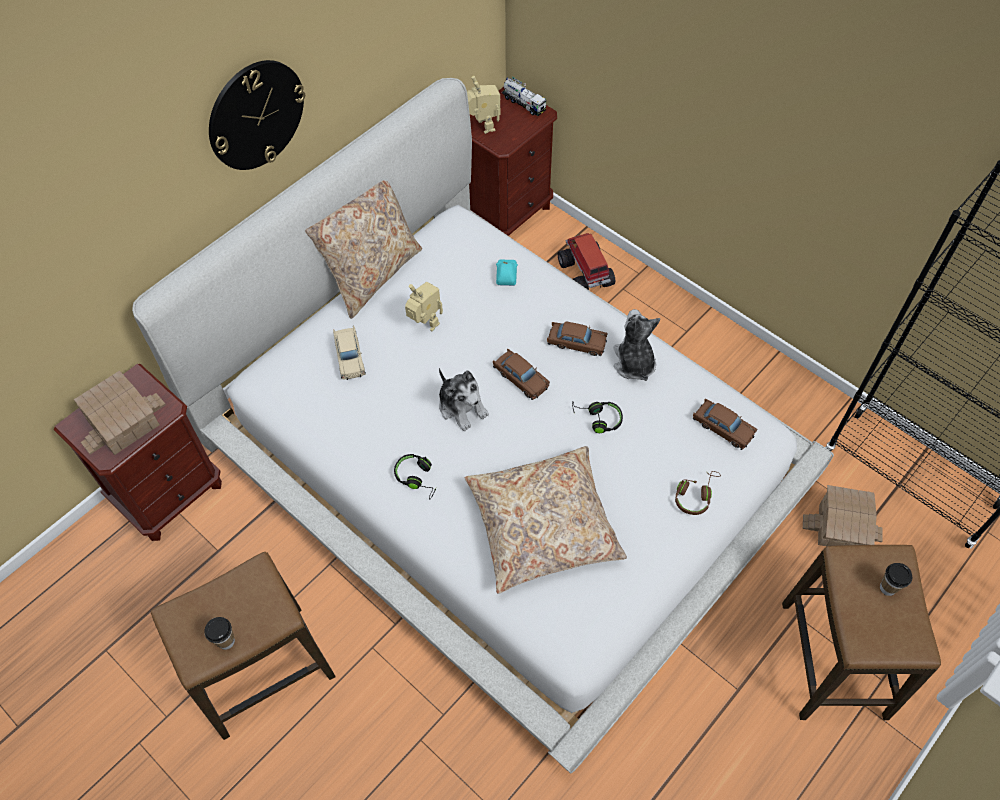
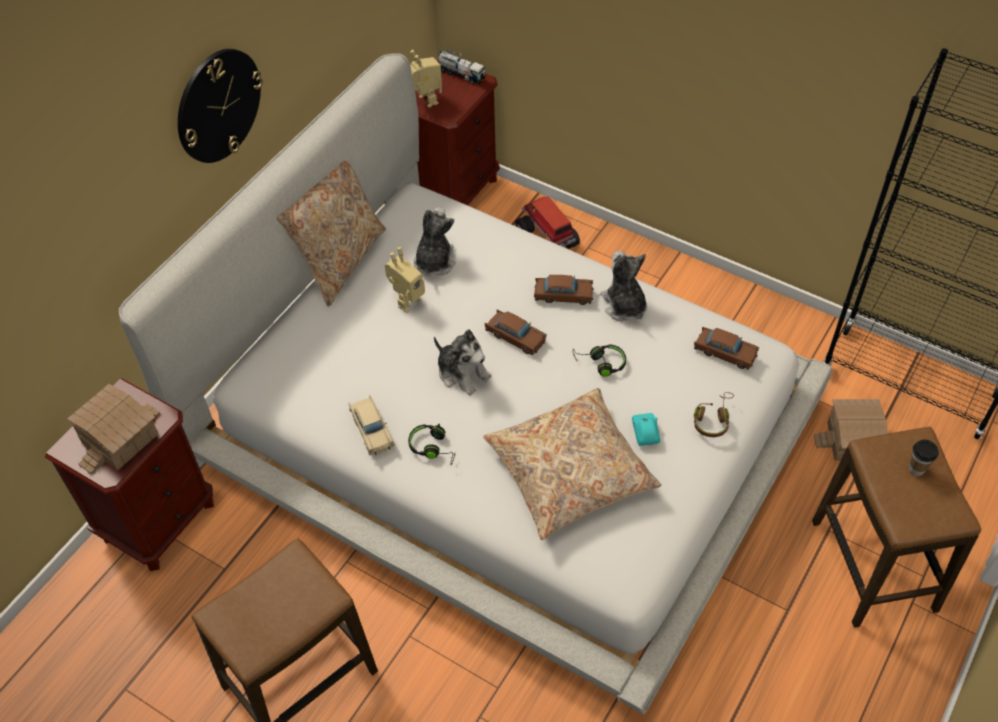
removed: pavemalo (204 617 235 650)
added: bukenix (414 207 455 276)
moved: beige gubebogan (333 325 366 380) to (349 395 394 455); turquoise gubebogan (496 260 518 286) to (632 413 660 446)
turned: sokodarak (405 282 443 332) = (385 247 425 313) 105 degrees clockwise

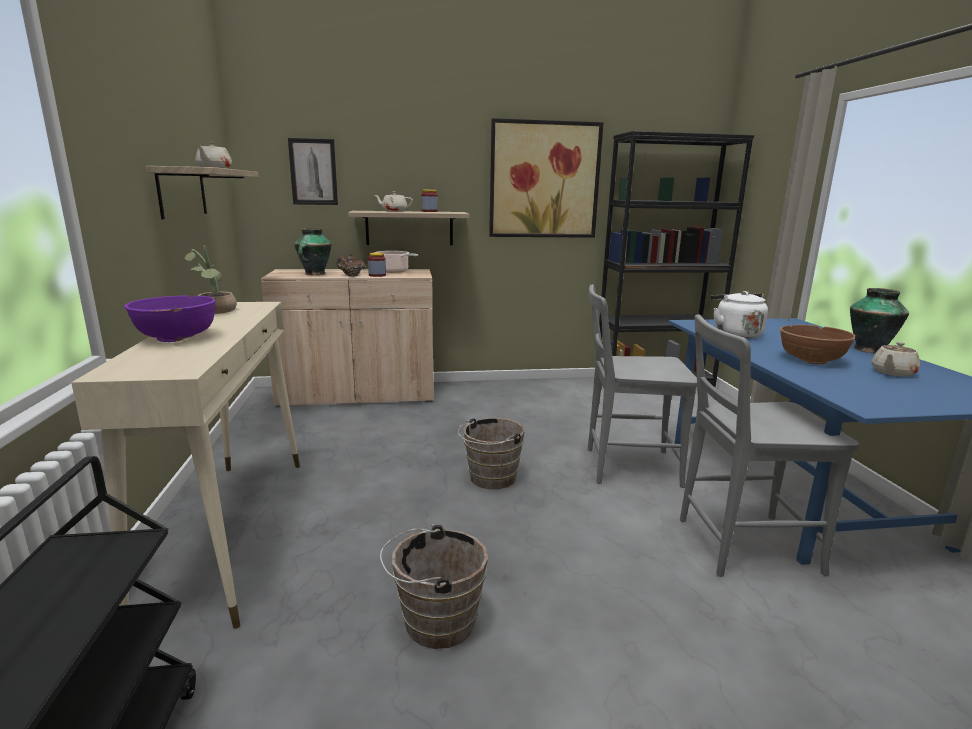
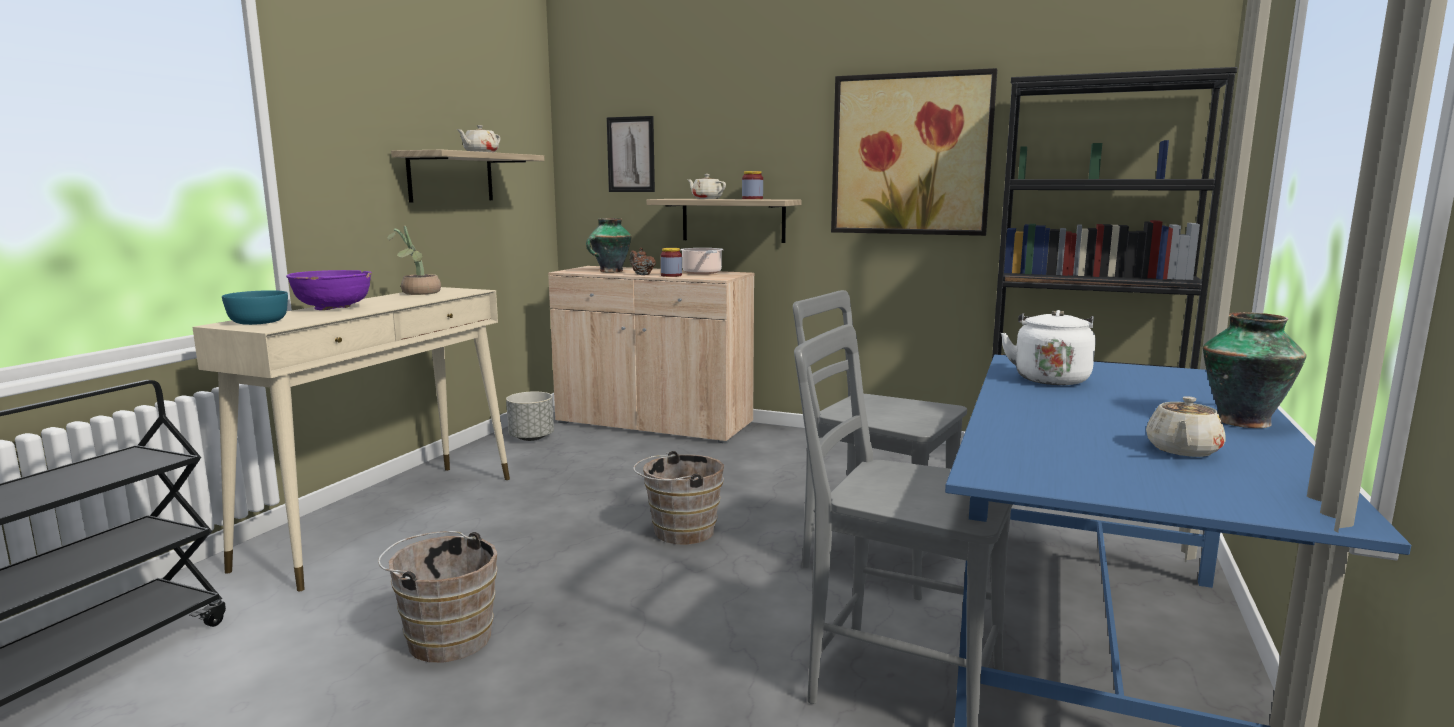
removed: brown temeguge (780 325 855 364)
added: turquoise temeguge (222 290 288 325); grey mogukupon (506 392 554 441)
turned: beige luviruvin (871 342 920 377) = (1146 396 1226 457) 45 degrees counterclockwise

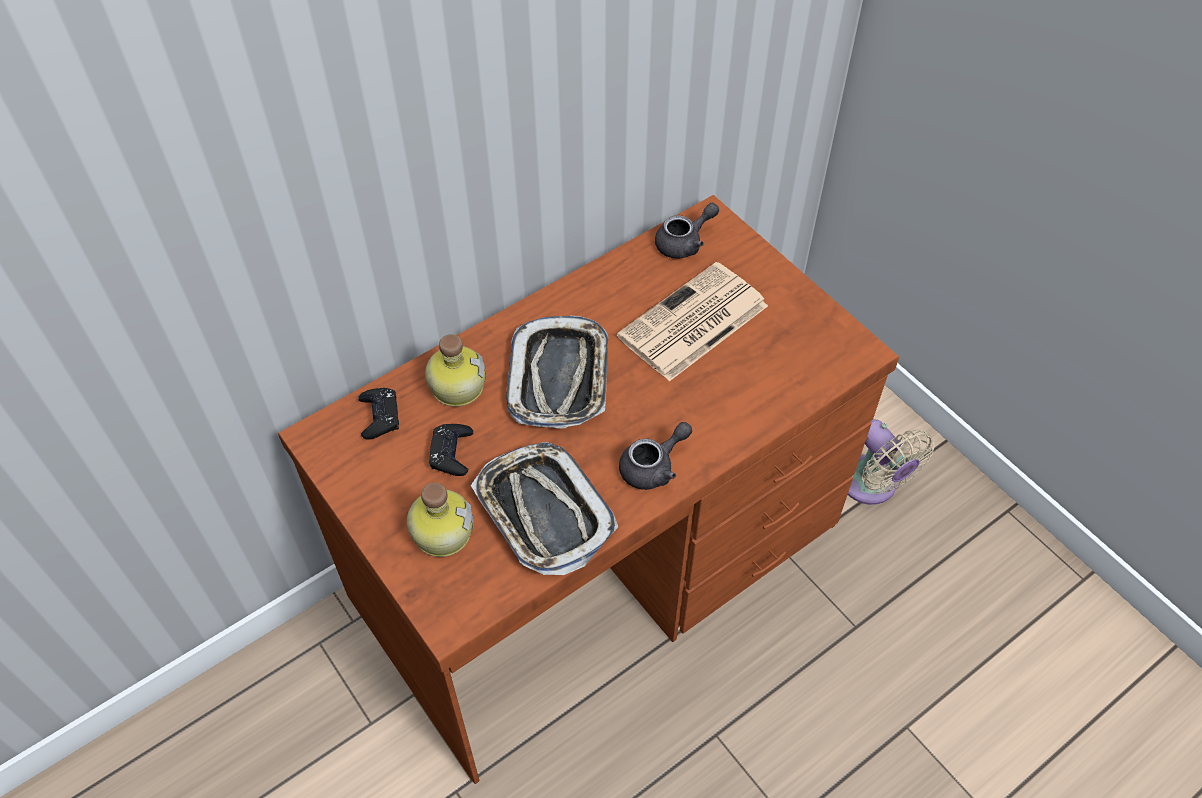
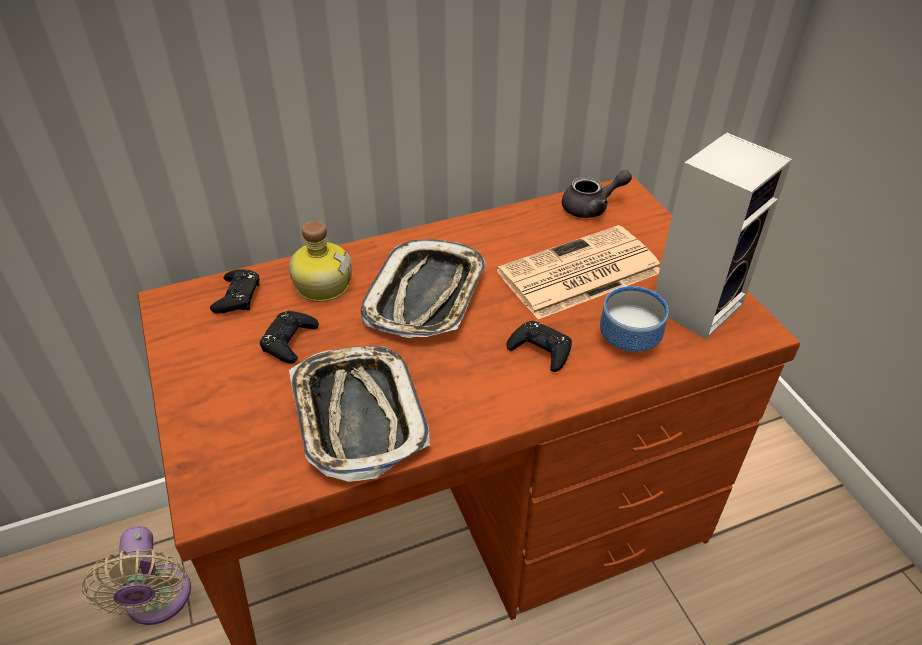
removed: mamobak (407 483 474 557); grey luviruvin (619 422 692 490)
added: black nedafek (506 321 572 372); temeguge (600 286 668 352); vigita (655 133 792 339)
moved: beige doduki (848 419 934 505) to (82 526 191 625)

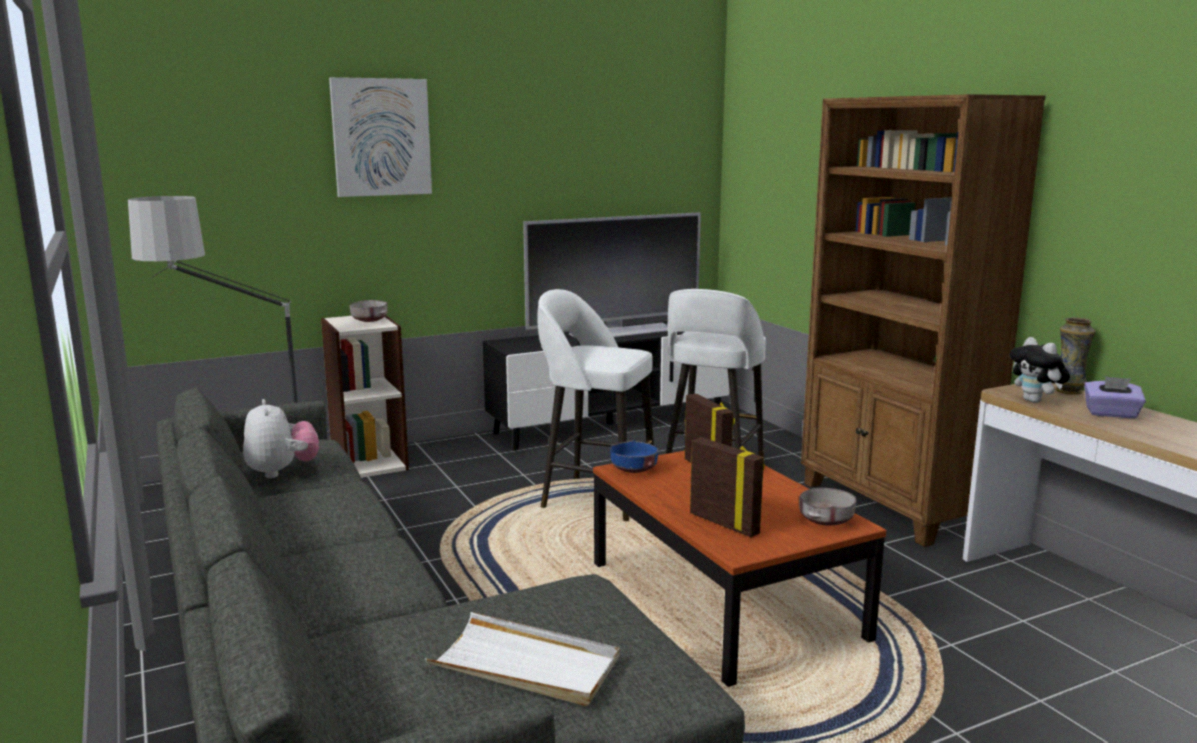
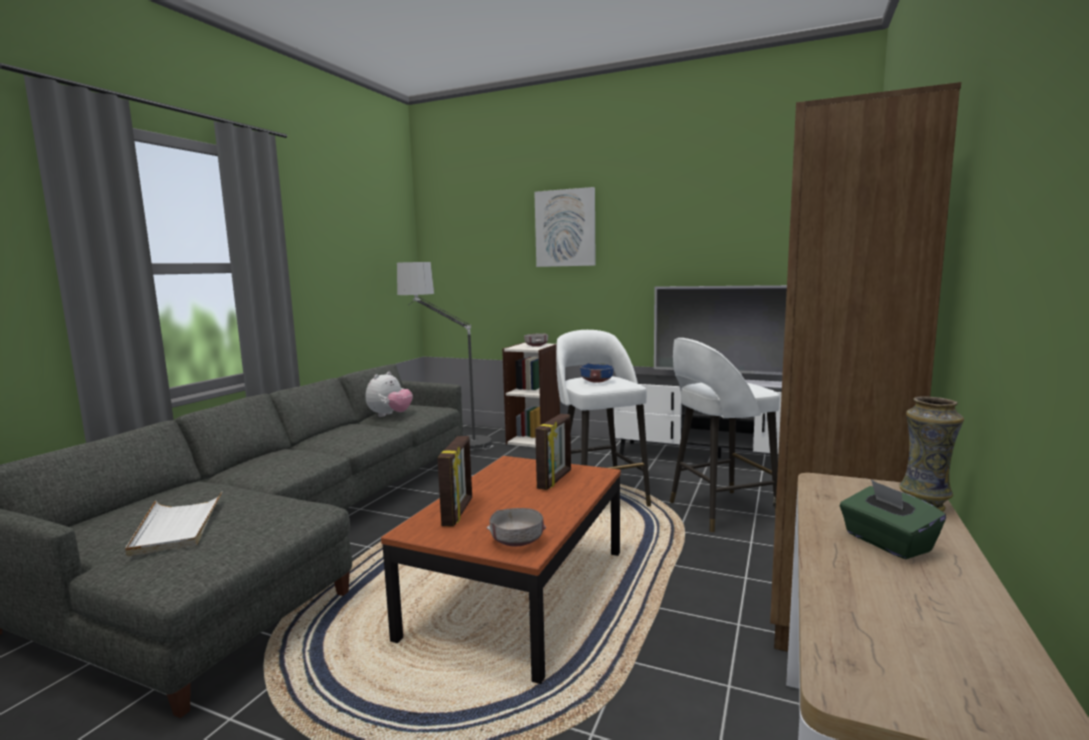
removed: bukenix (1010 337 1070 403)
moved: blue temeguge (610 440 658 473) to (580 363 614 383)
recoloured: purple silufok (1084 376 1146 418) to green silufok (840 480 946 559)

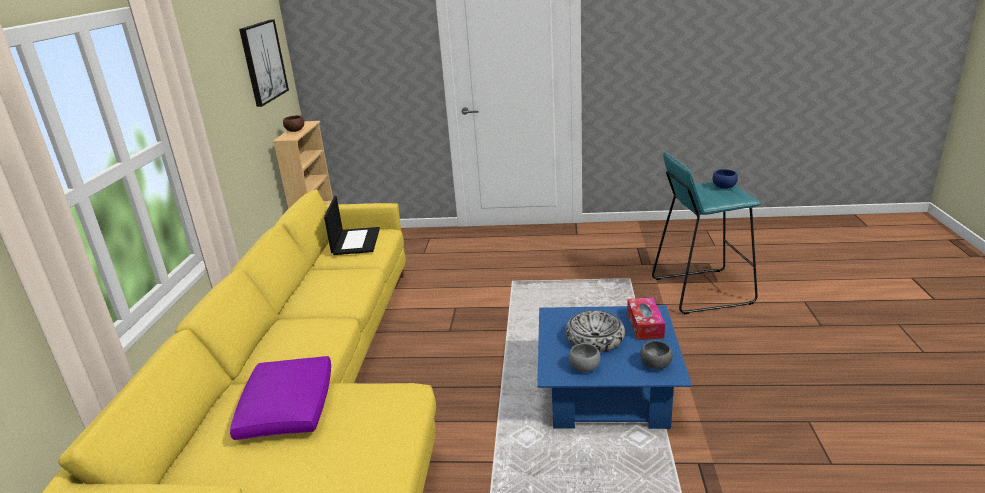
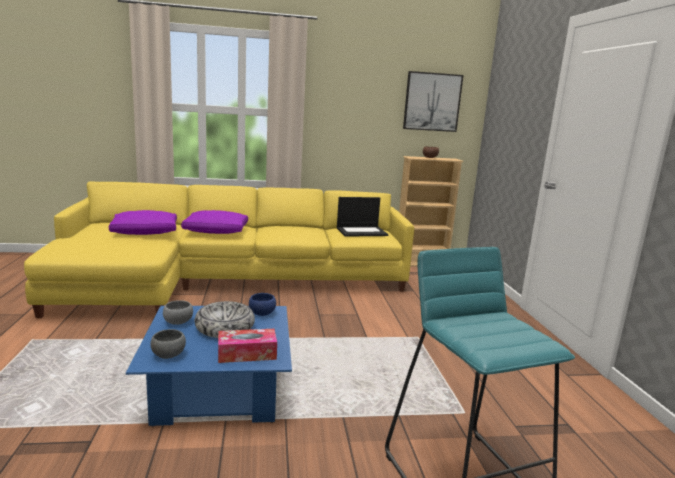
added: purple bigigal (181 210 248 234)
moved: blue temeguge (713 169 738 189) to (249 293 276 316)

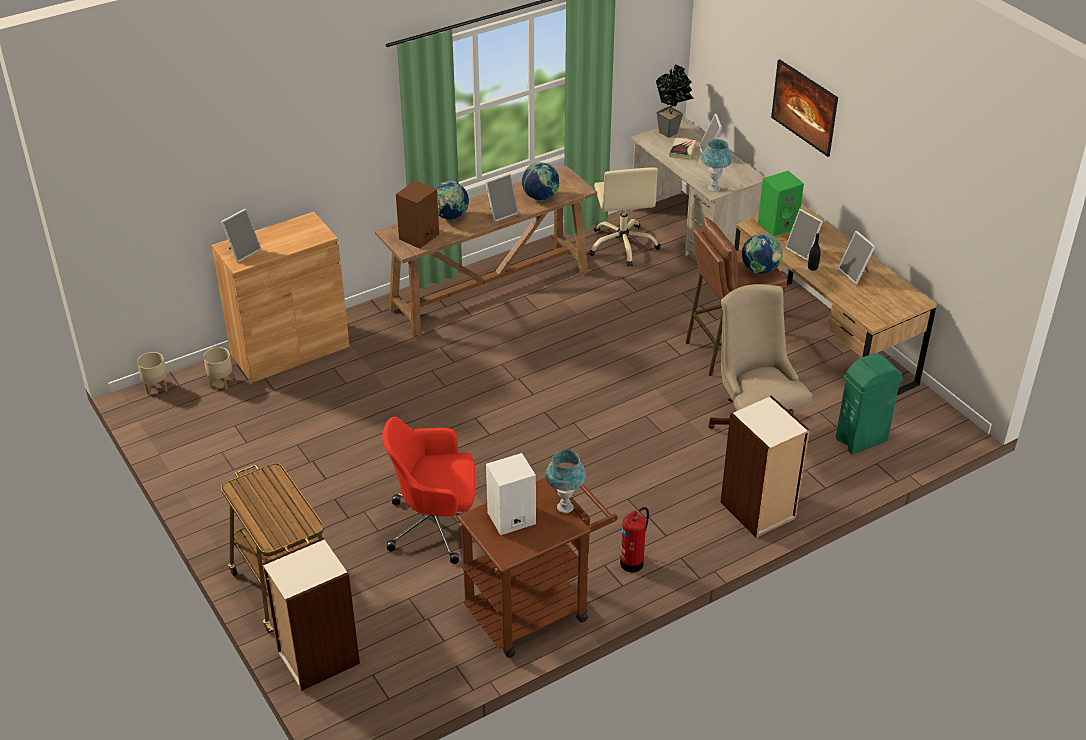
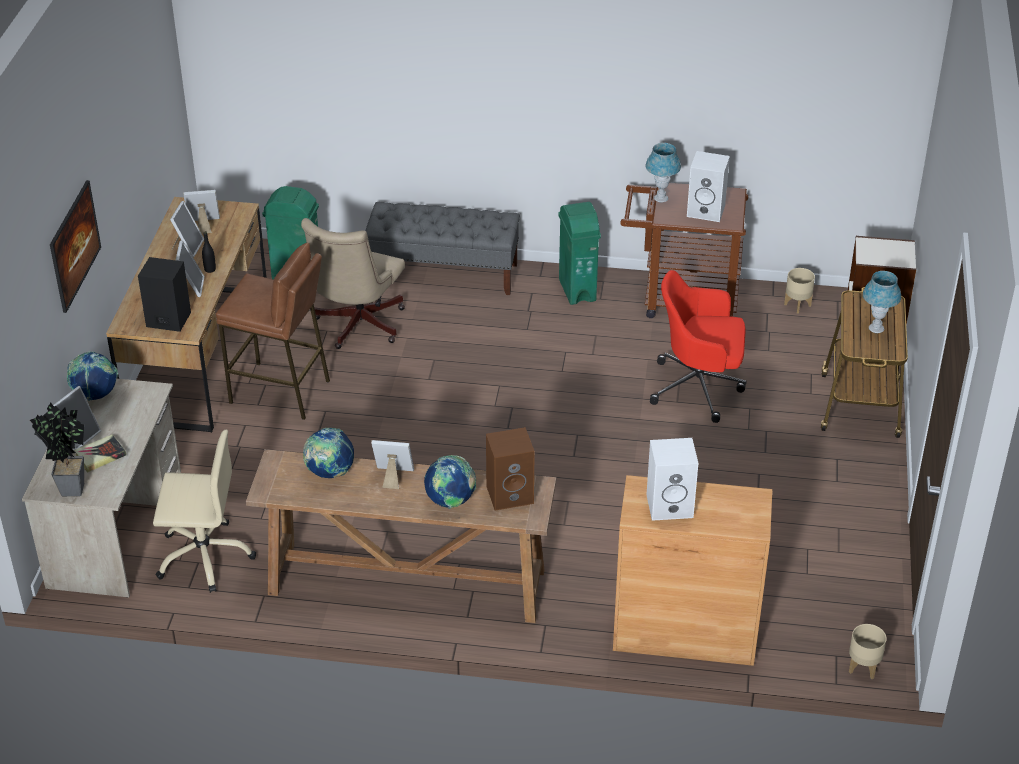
added: white vigita (646 438 698 521)
moved: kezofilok (742 233 783 274) to (67 352 118 401); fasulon (221 209 261 263) to (183 190 220 234); beige mogukupon (203 347 234 390) to (784 268 815 314); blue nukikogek (701 139 732 192) to (863 271 901 333)
replaced: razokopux (721 396 810 538) to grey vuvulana (365 202 520 295); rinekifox (620 507 649 572) to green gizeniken (558 202 601 305)
recoloured: green vigita (758 171 804 236) to black vigita (138 257 191 332)
turned: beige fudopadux (588 167 661 267) = (153 429 256 593) 60 degrees clockwise; red fudopadux (382 417 475 564) = (650 270 746 423) 150 degrees clockwise

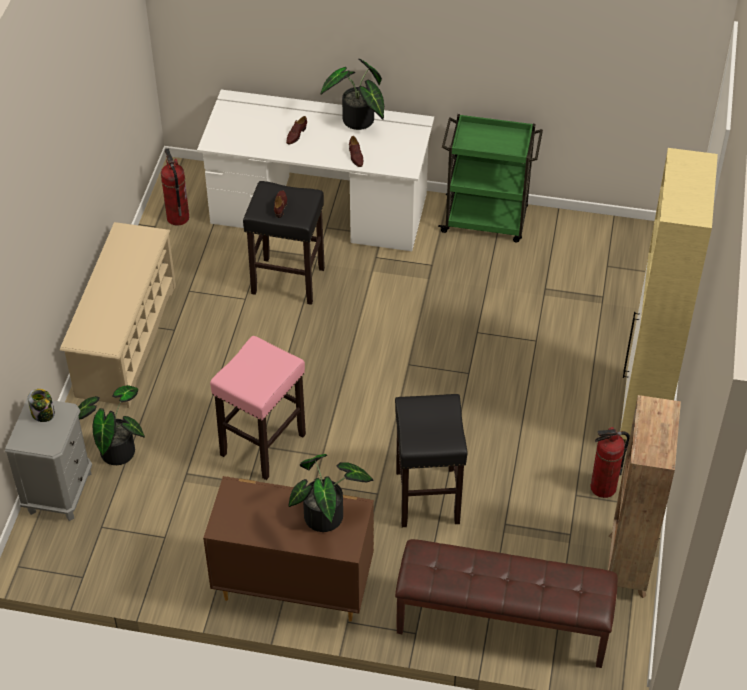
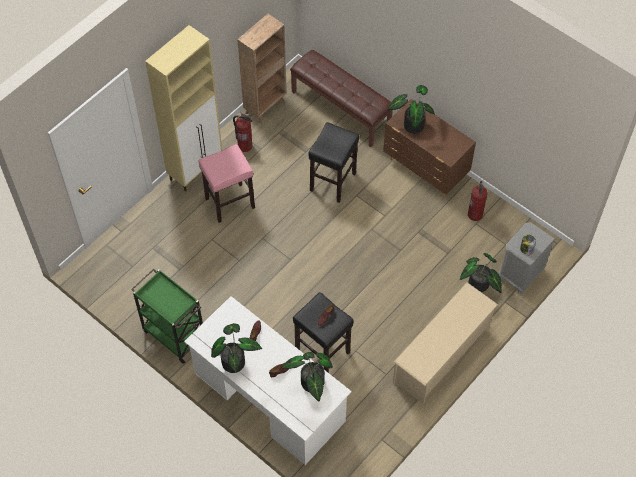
added: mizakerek (282 352 333 401)
moved: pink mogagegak (210 336 306 480) to (199 144 255 223); rinekifox (161 149 189 226) to (468 181 488 221)

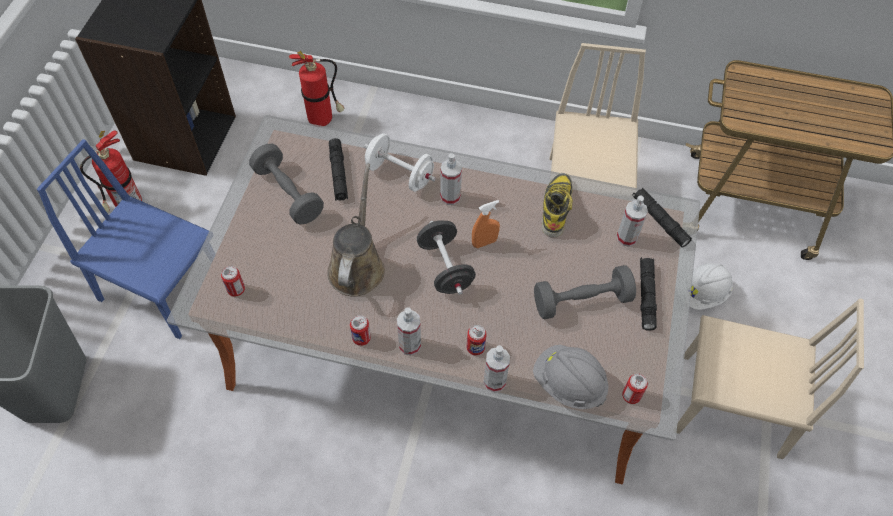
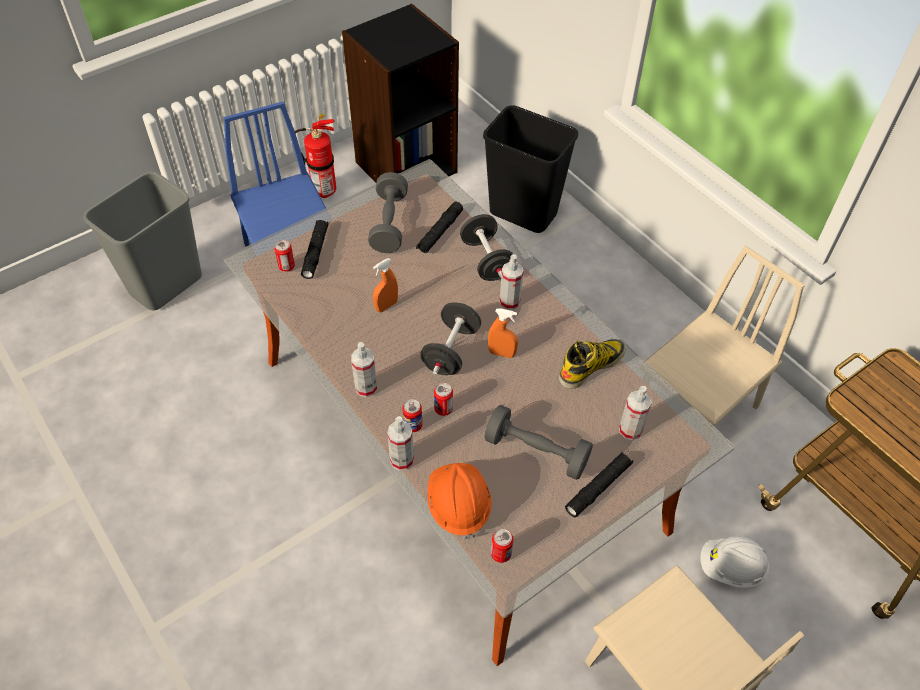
moved: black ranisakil (632 187 692 248) to (301 220 328 279); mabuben (350 315 371 346) to (434 383 453 416)
replaced: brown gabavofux (327 164 385 296) to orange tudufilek (373 258 398 312); rinekifox (289 51 344 126) to black gizeniken (483 105 578 233)
recoloured: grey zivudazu (533 345 608 409) to orange zivudazu (428 463 492 540); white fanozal (364 133 436 192) to black fanozal (460 214 513 281)

